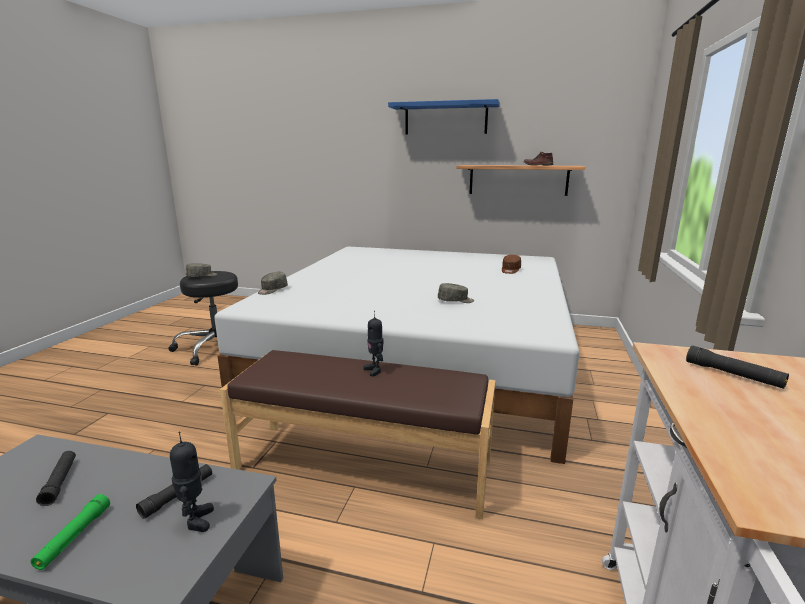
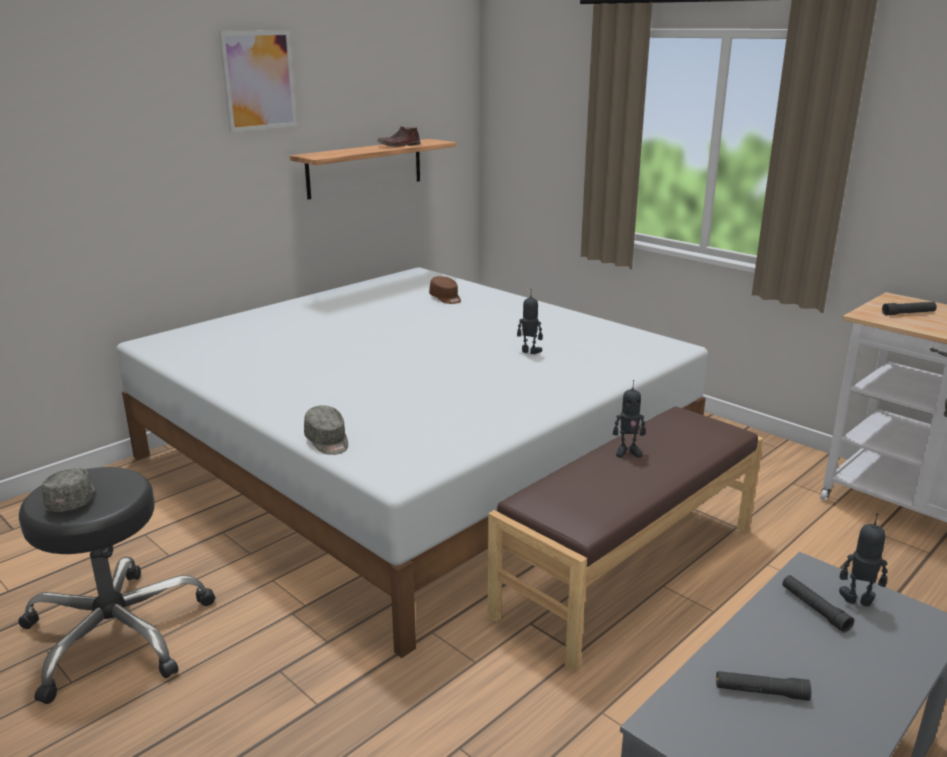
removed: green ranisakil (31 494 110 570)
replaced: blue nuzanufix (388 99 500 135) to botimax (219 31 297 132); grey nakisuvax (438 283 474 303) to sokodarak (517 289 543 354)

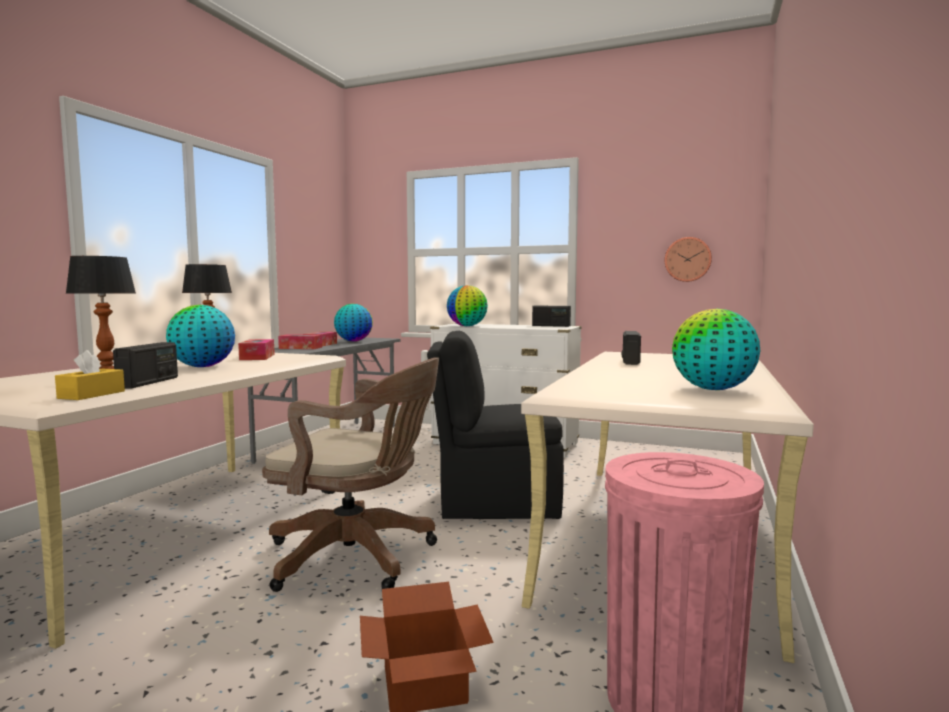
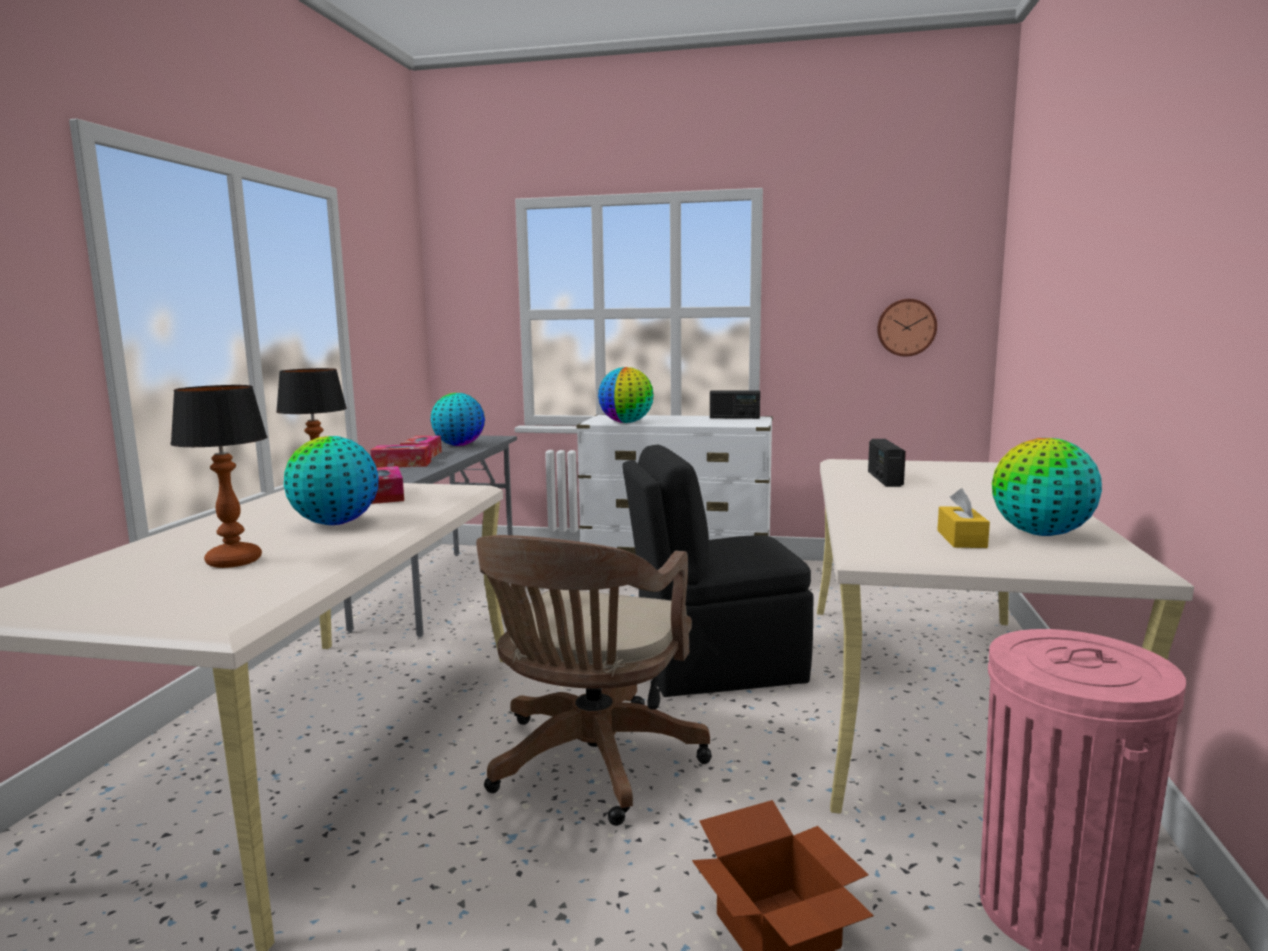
removed: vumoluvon (113 342 178 389)
moved: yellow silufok (55 350 125 400) to (937 488 990 548)
turned: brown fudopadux (262 358 439 592) = (476 535 712 826) 105 degrees clockwise

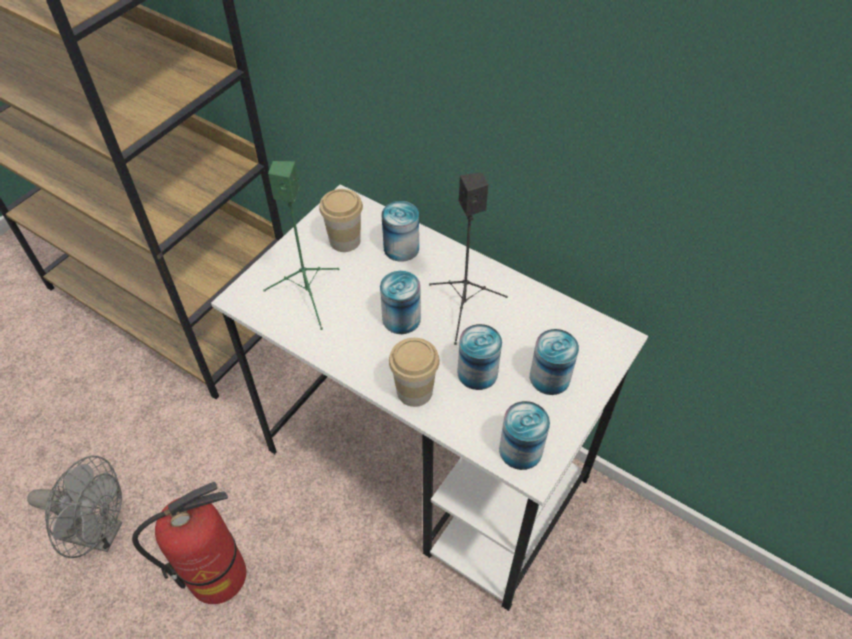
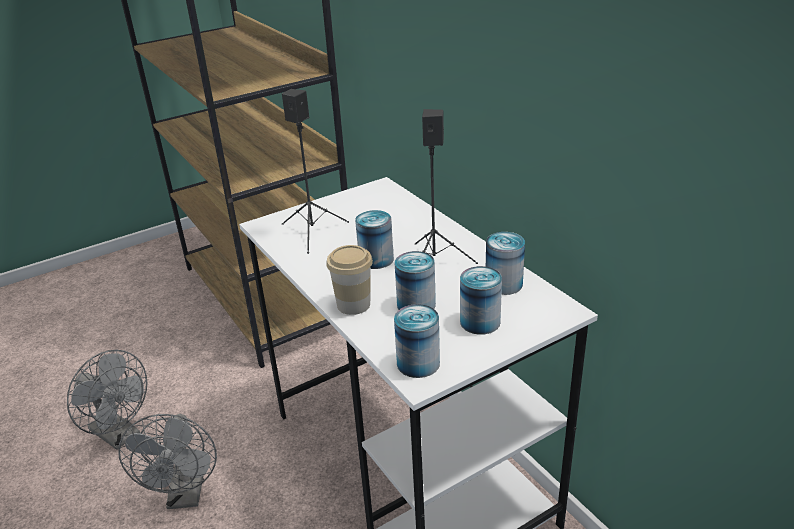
removed: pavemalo (319 189 363 252)
moved: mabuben (382 201 419 262) to (486 232 525 295)
replaced: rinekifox (132 482 246 604) to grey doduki (118 414 217 509)
recoloured: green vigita (263 161 339 330) to black vigita (282 89 349 254)

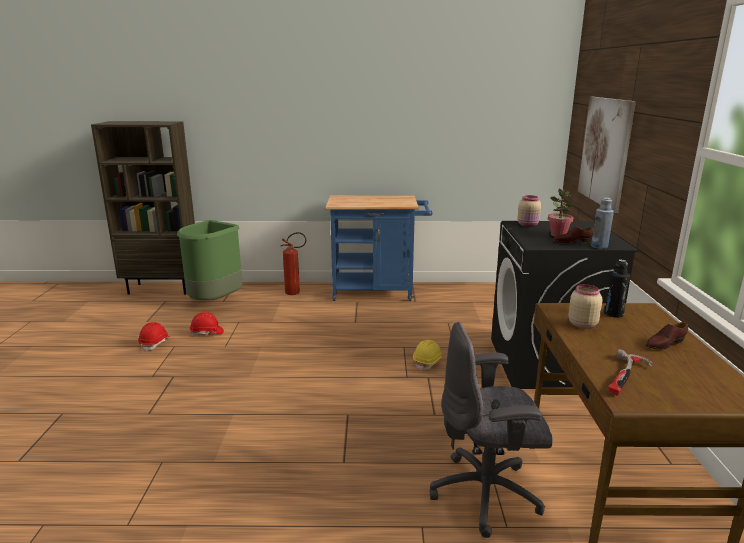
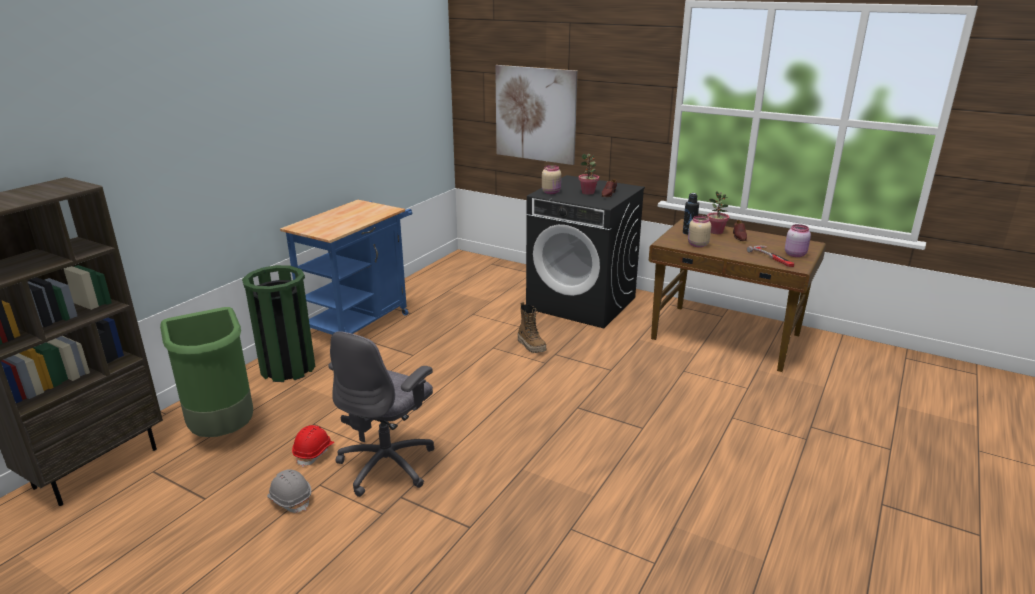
removed: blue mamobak (591 198 614 249)
added: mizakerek (707 191 729 234); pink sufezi (785 224 811 257)
moved: grey fudopadux (429 322 553 538) to (328 331 434 497)
replaced: rinekifox (281 232 306 295) to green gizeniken (242 265 315 382); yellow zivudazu (413 340 443 371) to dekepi (518 302 546 353)
recoloured: red zivudazu (138 322 170 352) to grey zivudazu (267 469 311 513)

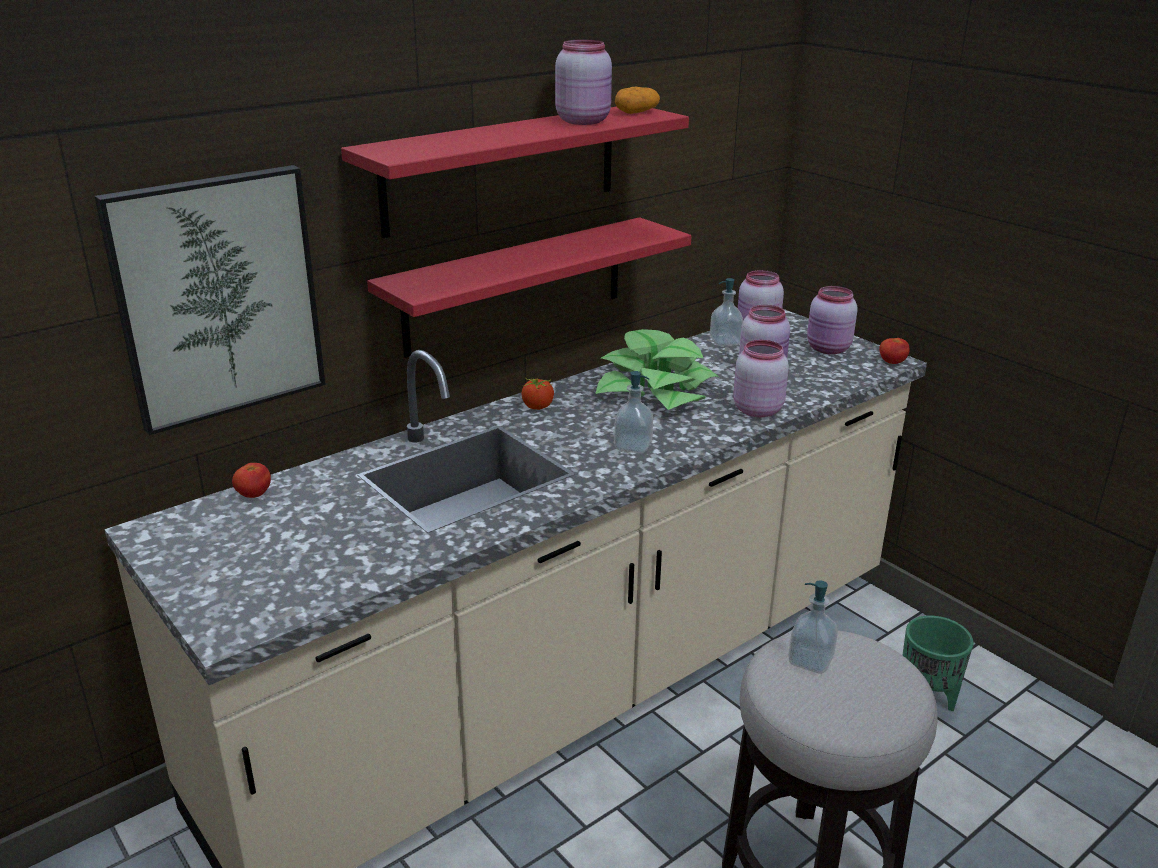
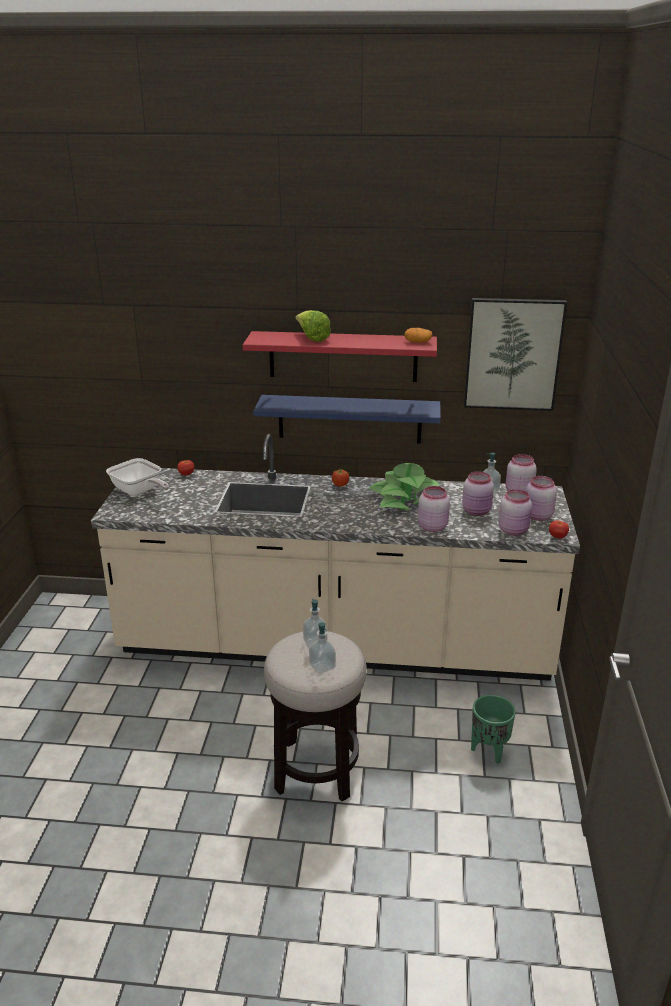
added: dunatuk (106 458 169 496); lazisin (296 310 331 342)
moved: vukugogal (614 371 653 454) to (309 622 336 674); botimax (95 165 326 435) to (464 298 567 411); pink sufezi (555 40 612 125) to (499 489 532 536)
recoloured: red nuzanufix (367 217 691 358) to blue nuzanufix (253 395 441 443)

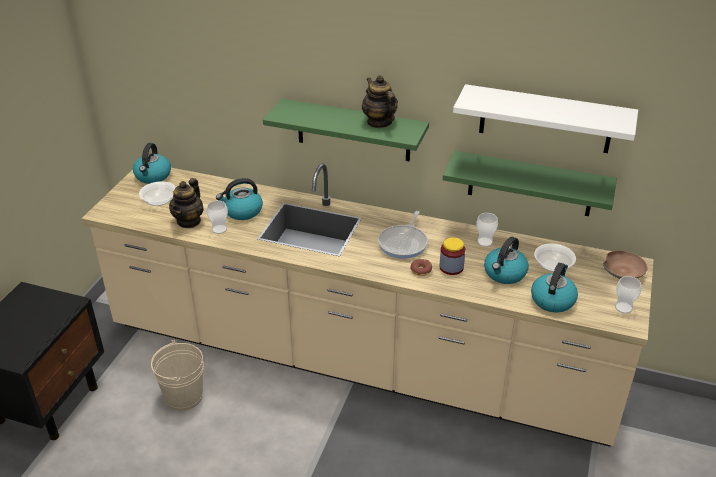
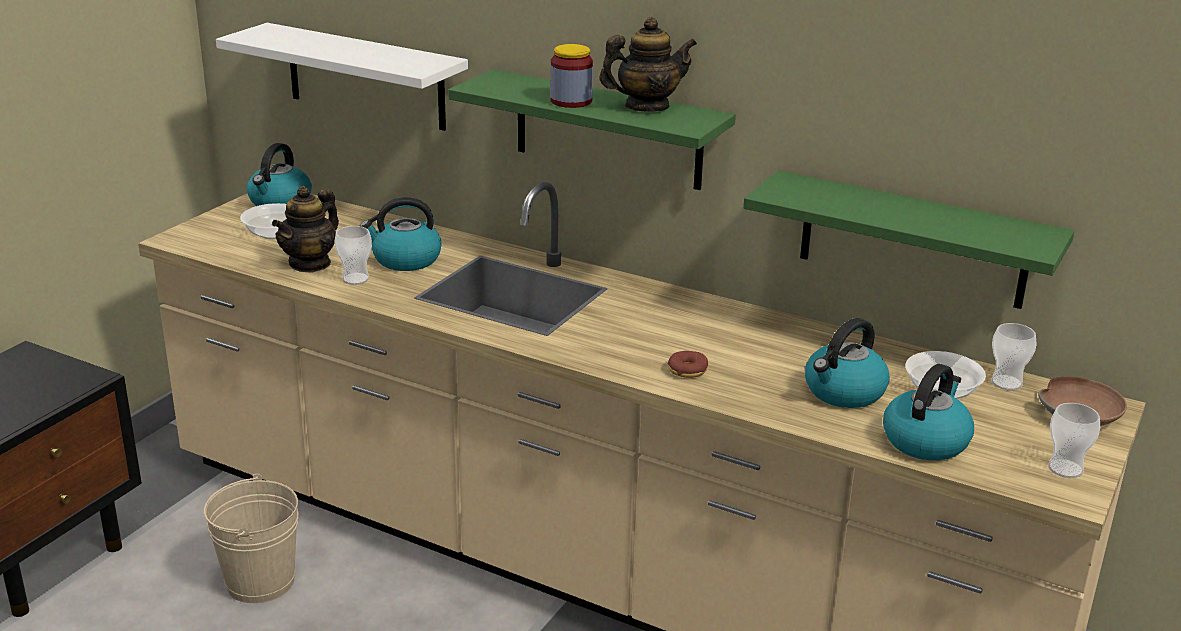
removed: dunatuk (378 211 428 259)
moved: white nuzanufix (453 84 638 153) to (216 23 468 131); sufezi (439 237 465 275) to (550 44 593 108); pavemalo (476 213 498 247) to (991 323 1037 390)
turned: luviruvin (362 75 398 128) = (599 17 697 112) 90 degrees clockwise

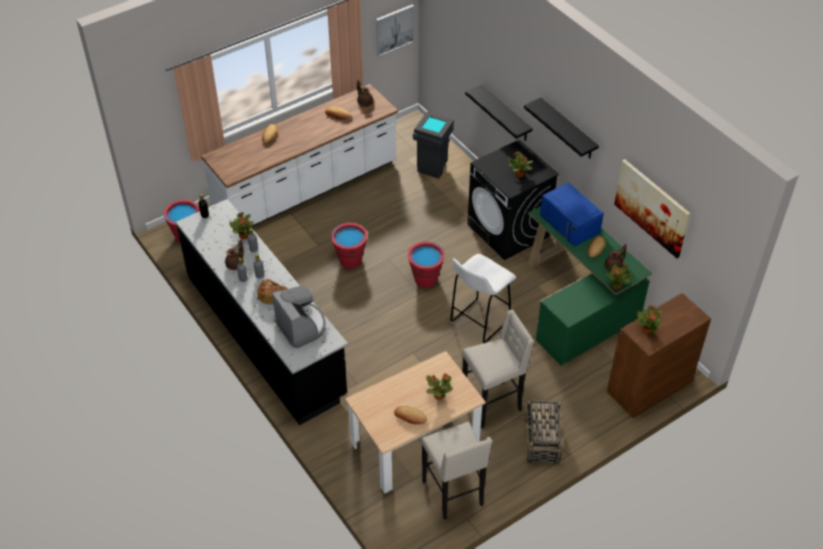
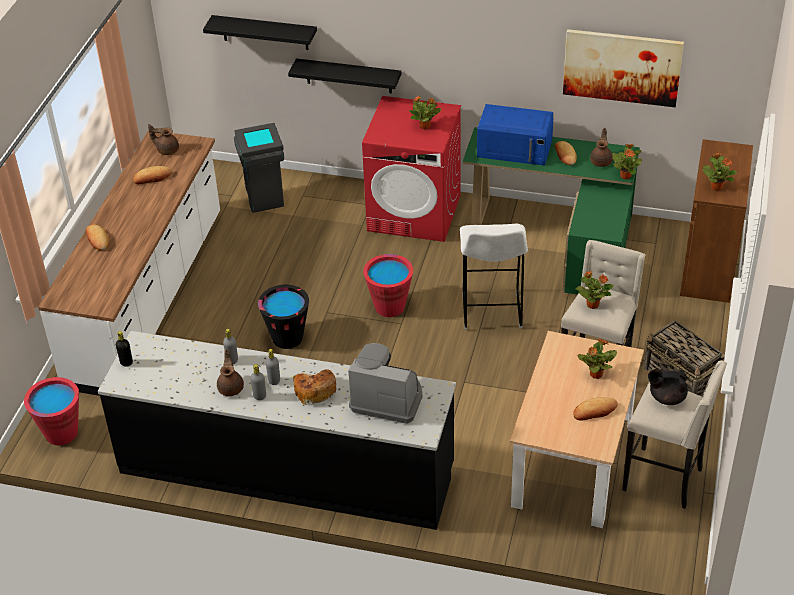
removed: botimax (376 4 414 56)
added: black luviruvin (648 369 688 405)
moved: black nuzanufix (524 98 599 158) to (203 15 317 50); mizakerek (229 212 253 239) to (575 271 614 309)
recoloured: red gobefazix (331 223 368 269) to black gobefazix (258 285 309 349); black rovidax (467 139 559 260) to red rovidax (362 96 461 242)

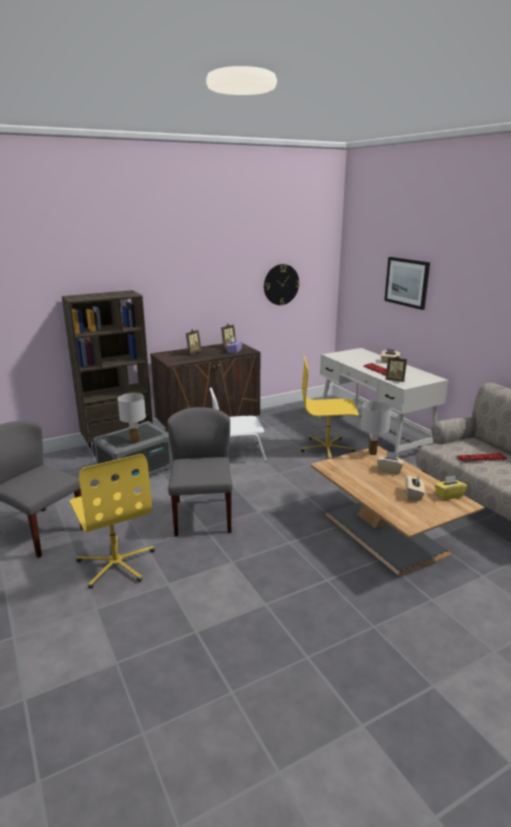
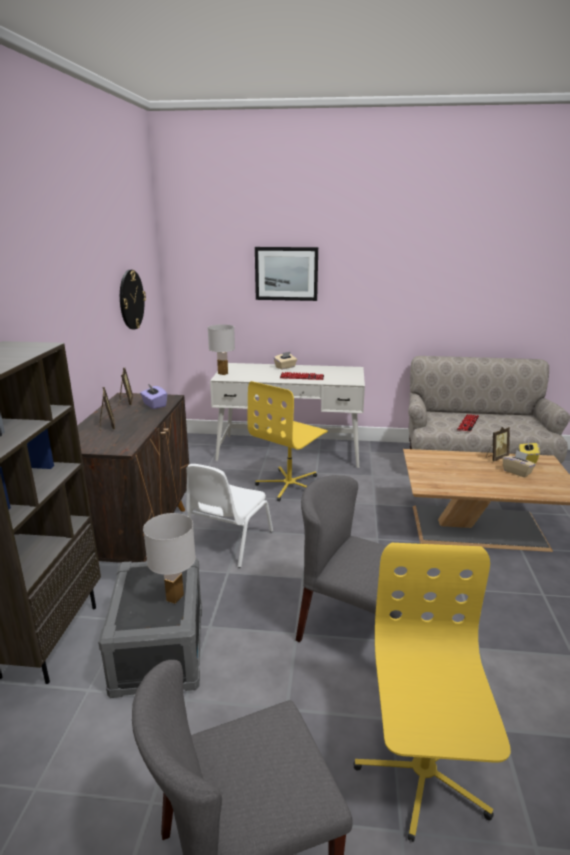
removed: beige silufok (377 451 404 475)
moved: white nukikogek (360 401 391 455) to (208 324 235 375); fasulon (385 356 407 382) to (486 427 510 461)
turned: yellow fudopadux (70 454 155 589) = (354 543 511 842) 90 degrees counterclockwise

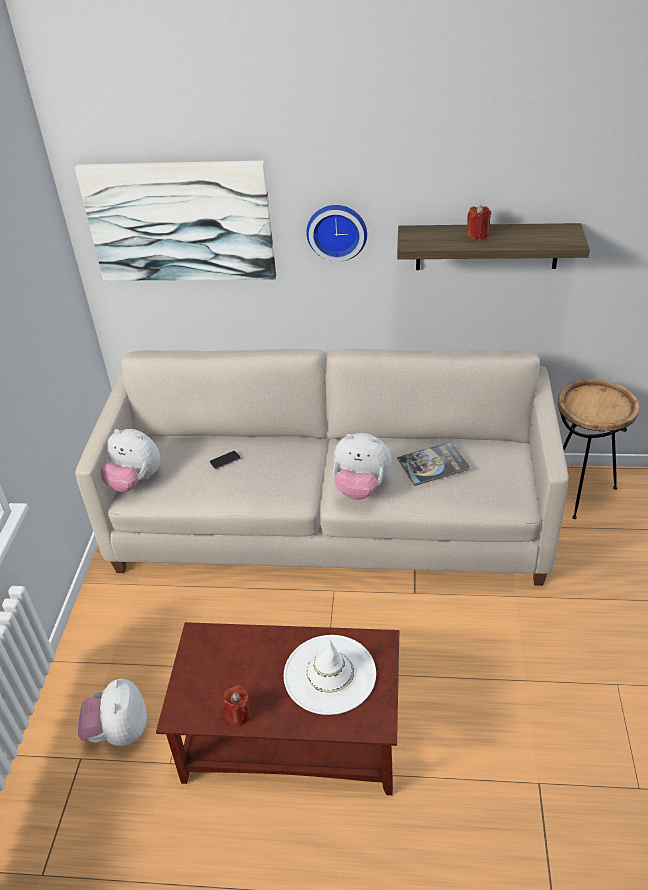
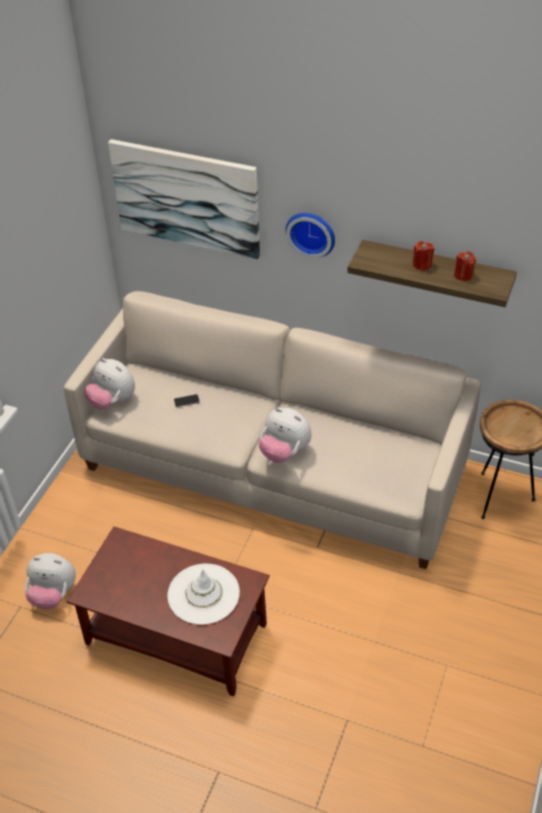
removed: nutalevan (397 442 470 486)
moved: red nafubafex (223 685 252 725) to (454 251 476 281)
turned: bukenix (78 678 147 746) = (25 553 76 609) 90 degrees counterclockwise

